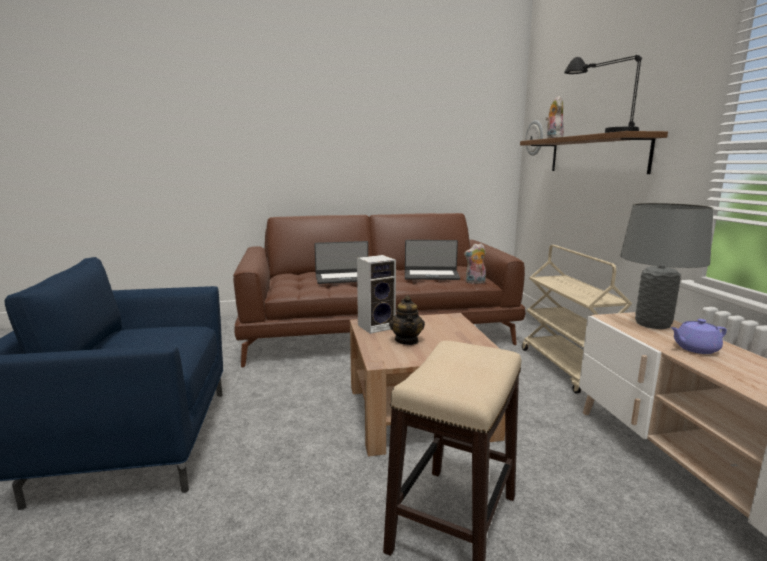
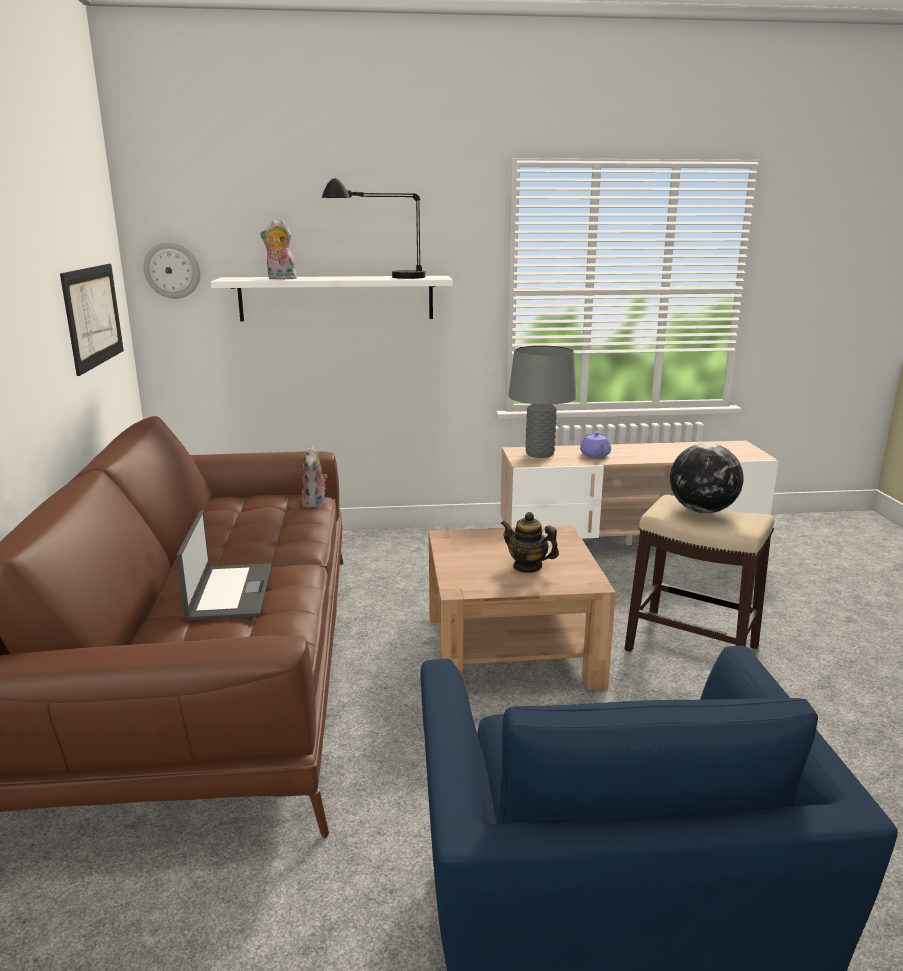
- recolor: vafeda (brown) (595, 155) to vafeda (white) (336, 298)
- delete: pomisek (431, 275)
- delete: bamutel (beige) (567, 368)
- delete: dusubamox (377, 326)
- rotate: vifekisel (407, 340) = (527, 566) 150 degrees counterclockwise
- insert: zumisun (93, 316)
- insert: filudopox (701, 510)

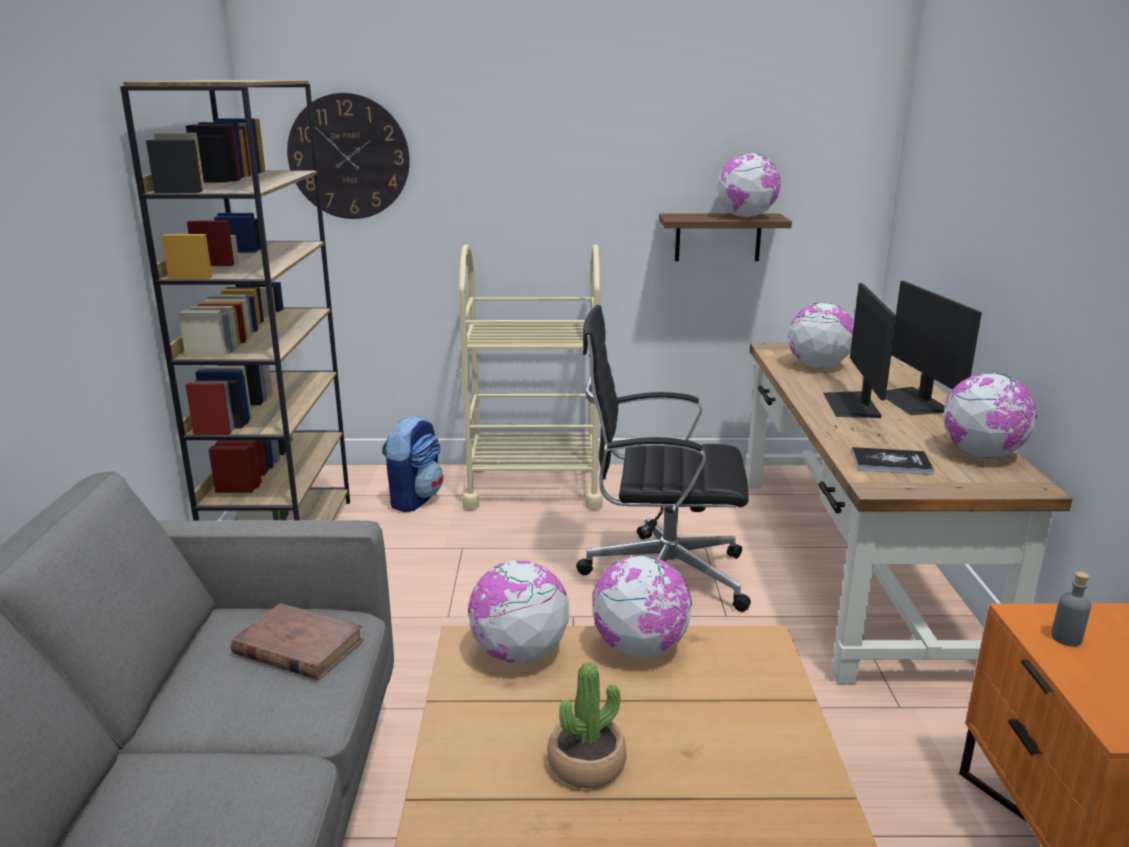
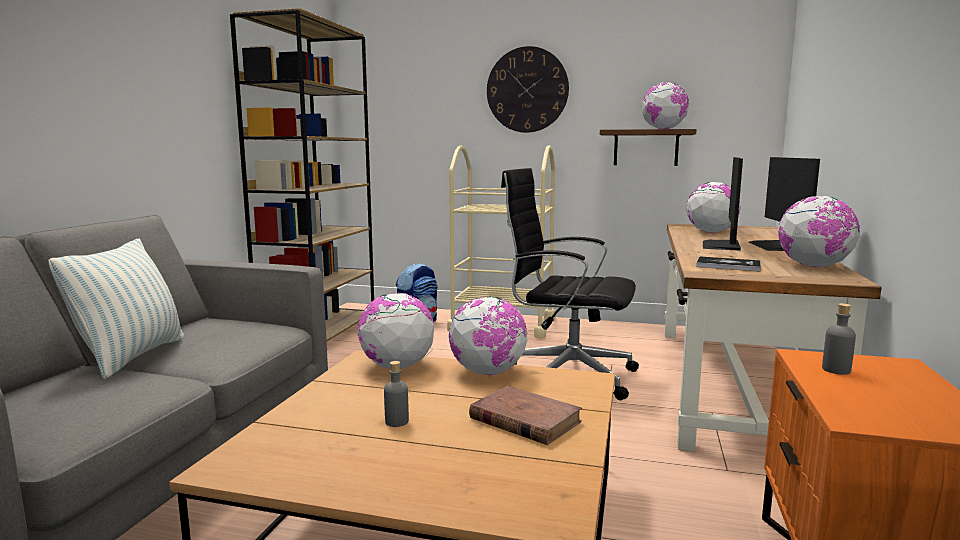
- move: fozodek (349, 157) to (527, 90)
- move: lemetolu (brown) (298, 647) to (524, 420)
- replace: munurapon (586, 764) to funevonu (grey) (396, 421)
- insert: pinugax (132, 356)

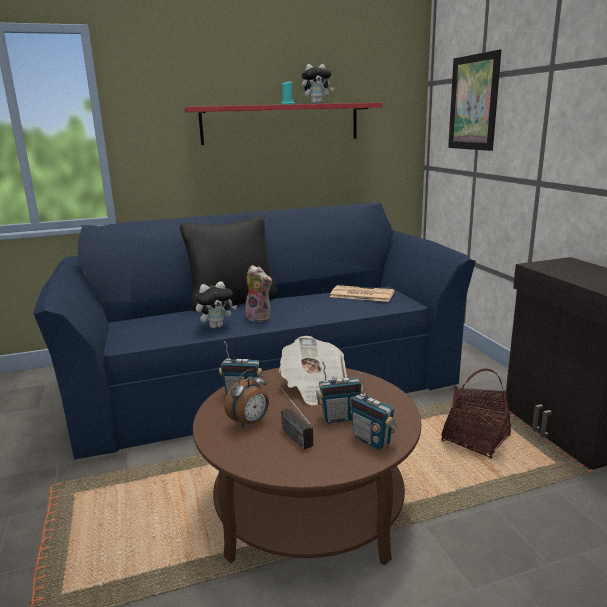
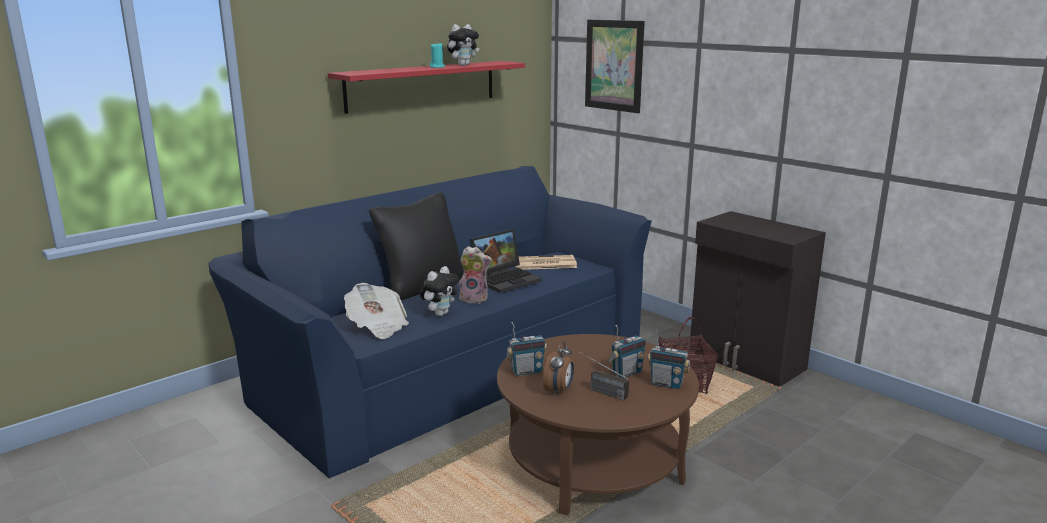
- move: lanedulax (314, 387) to (377, 326)
- insert: pomisek (506, 279)

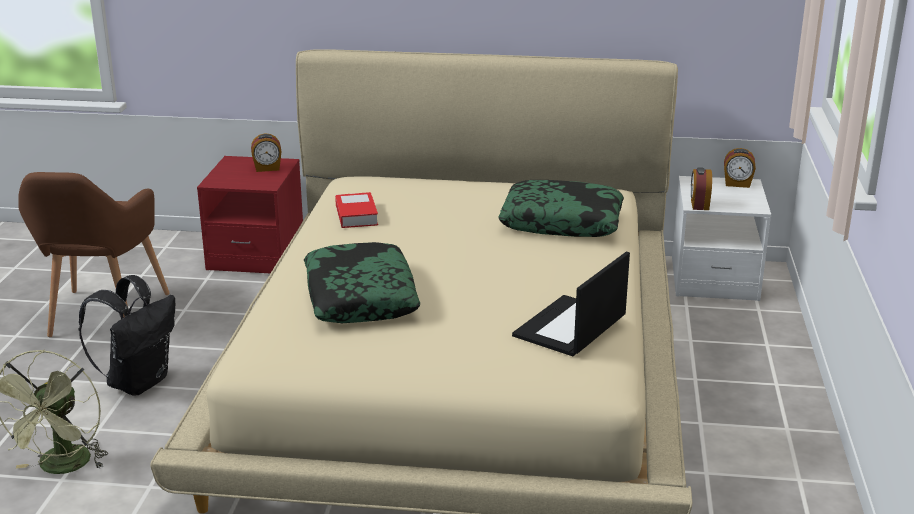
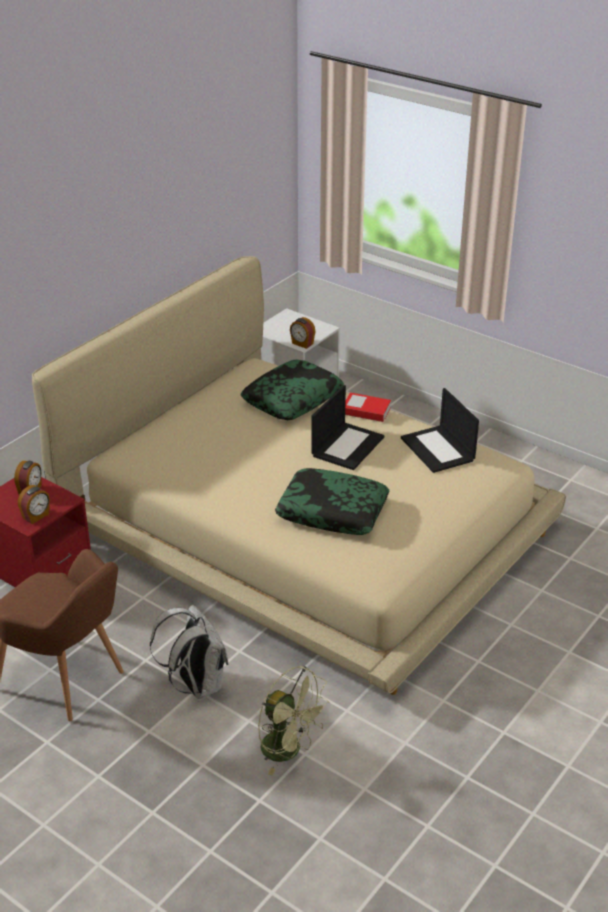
- move: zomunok (737, 184) to (36, 516)
- move: lemetolu (356, 215) to (366, 411)
- recolor: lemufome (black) (138, 382) to lemufome (white) (196, 684)
- insert: pomisek (347, 446)

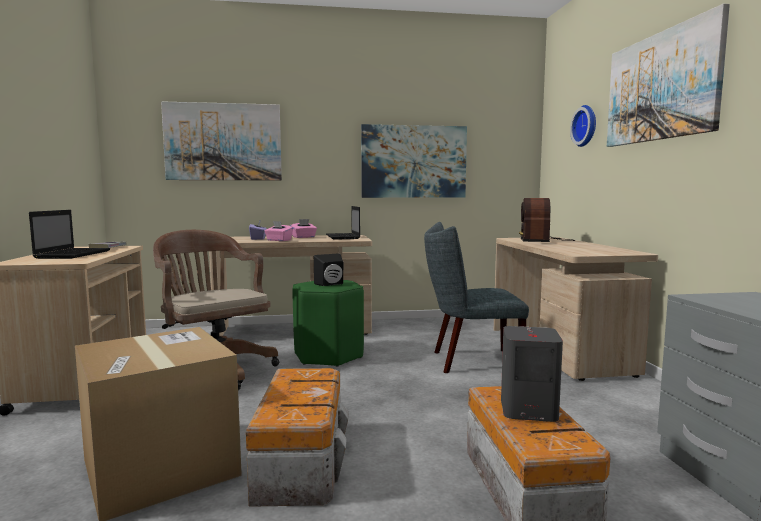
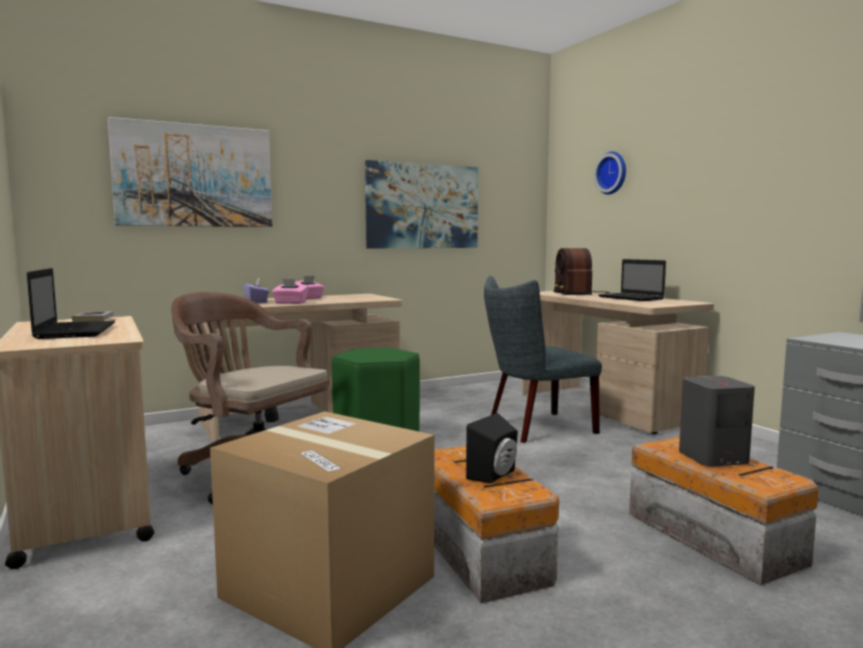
- delete: zumisun (660, 87)
- move: pomisek (343, 237) to (632, 298)
- move: dusubamox (black) (331, 284) to (495, 475)

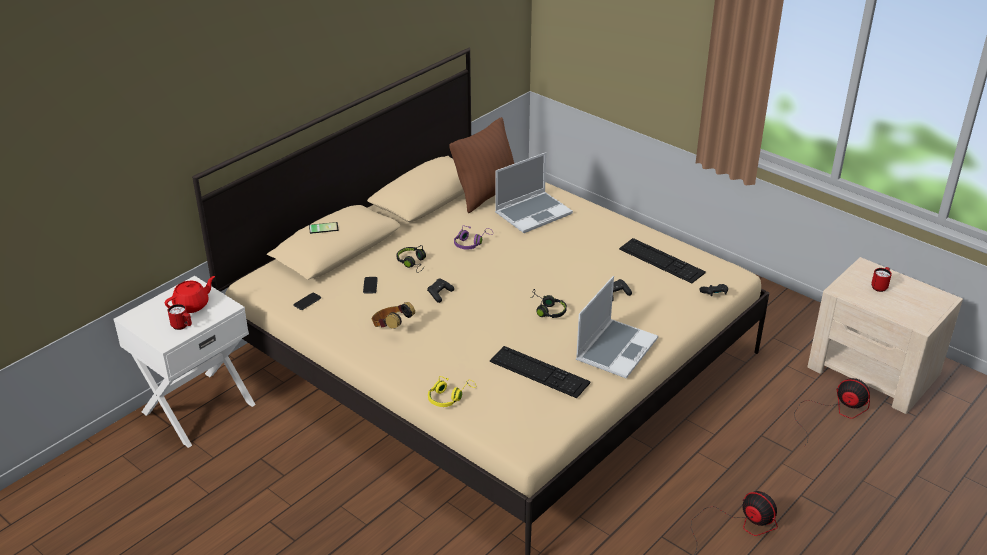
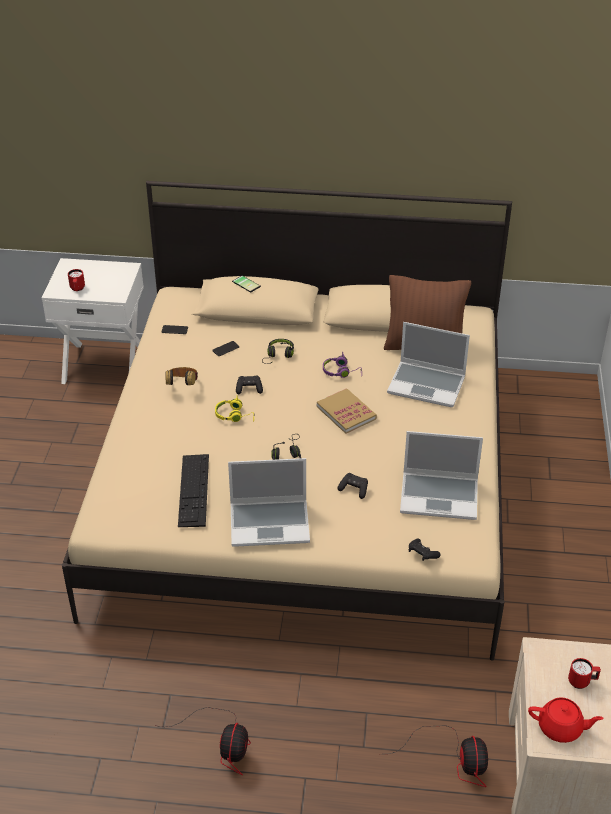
- replace: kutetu (661, 261) to pomisek (440, 496)
- move: vifekisel (red) (192, 305) to (561, 728)
- move: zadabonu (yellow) (449, 397) to (235, 415)
- insert: lemetolu (346, 412)

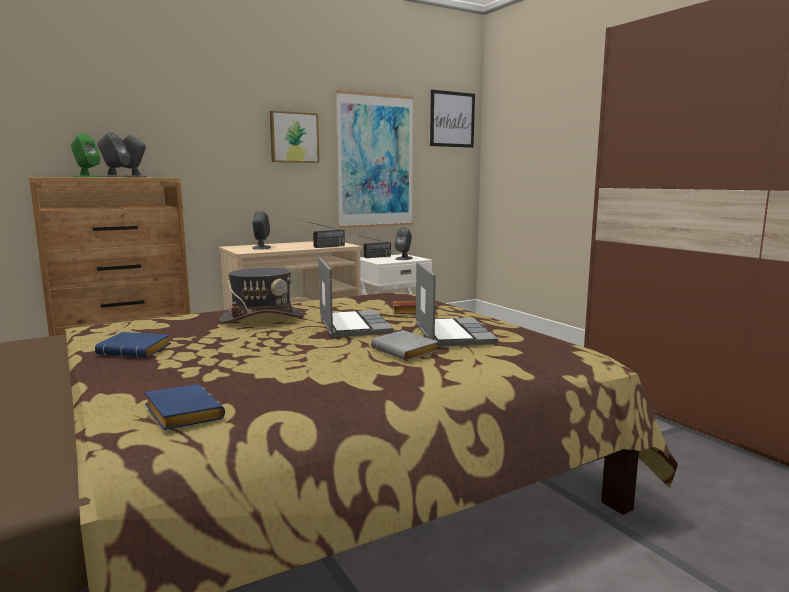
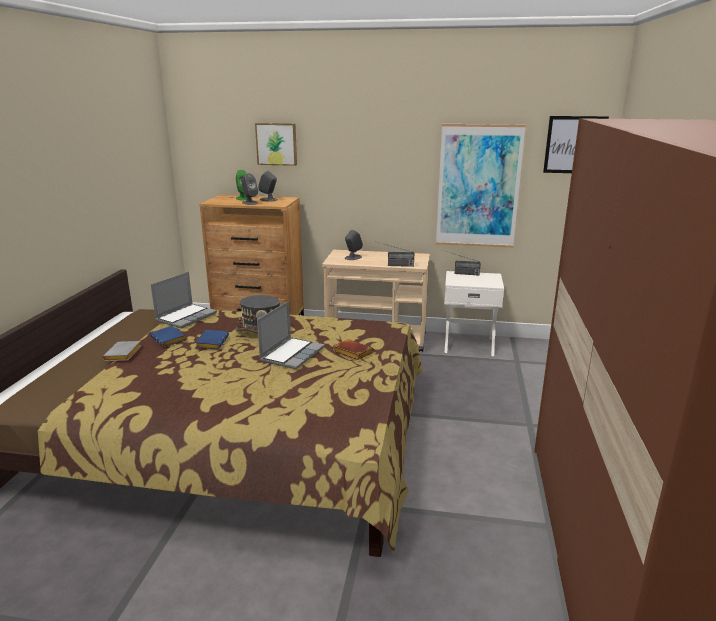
- move: zumisun (294, 137) to (277, 144)
- delete: dusubamox (grey) (403, 258)
- move: pomisek (451, 334) to (186, 317)
- move: lemetolu (grey) (407, 351) to (123, 355)
- move: lemetolu (blue) (180, 414) to (211, 342)

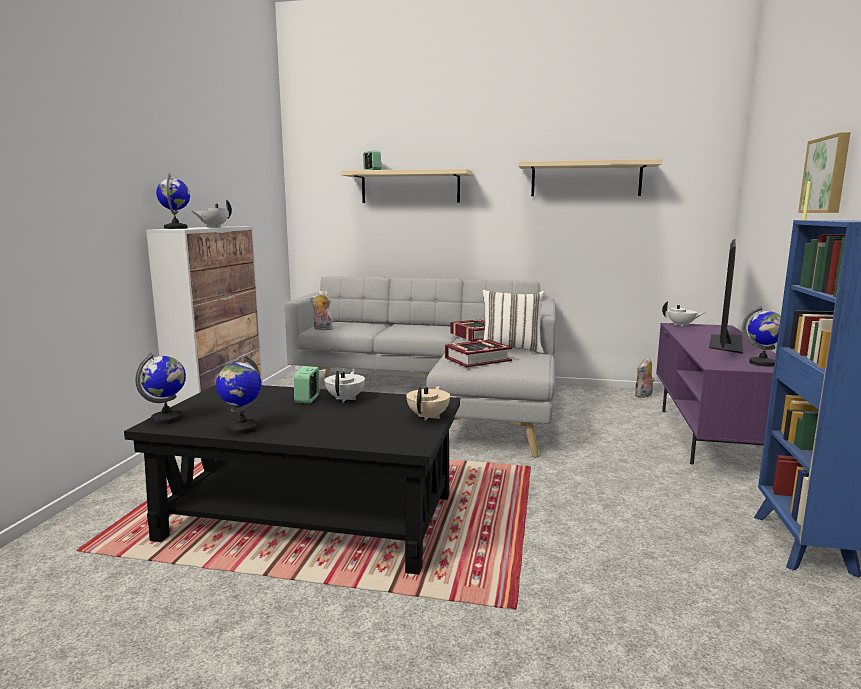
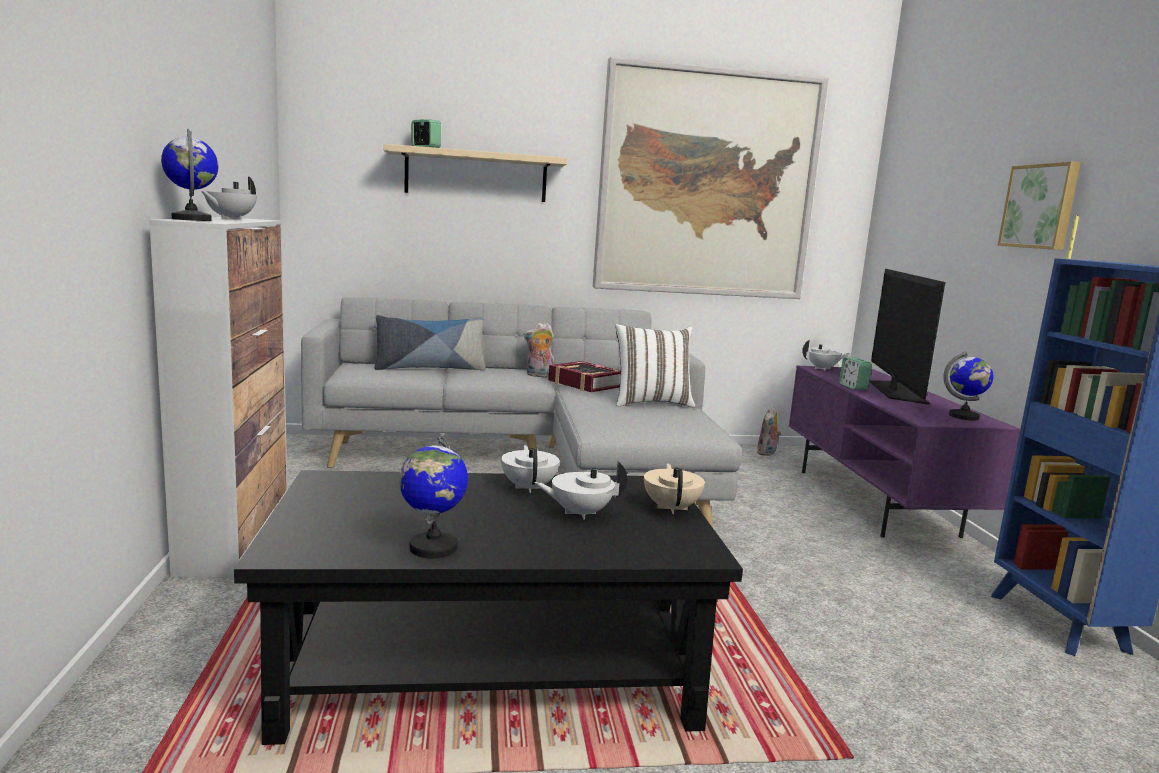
- replace: vafeda (beige) (586, 179) to zumisun (706, 184)
- move: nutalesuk (322, 329) to (539, 376)
- delete: lemetolu (477, 359)
- delete: filudopox (167, 419)
- move: zomunok (307, 399) to (853, 387)
- insert: pinugax (430, 368)
- insert: vifekisel (white) (580, 513)

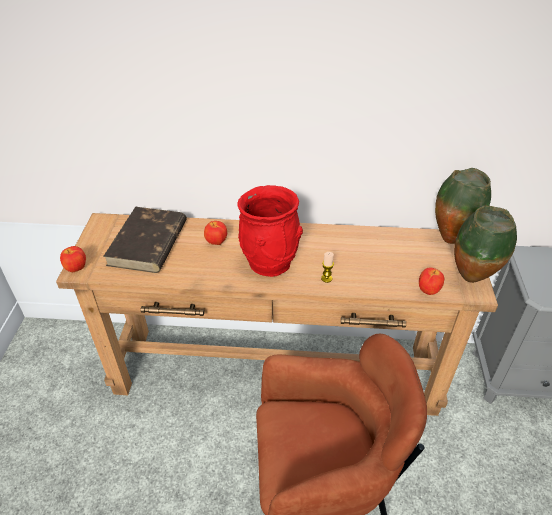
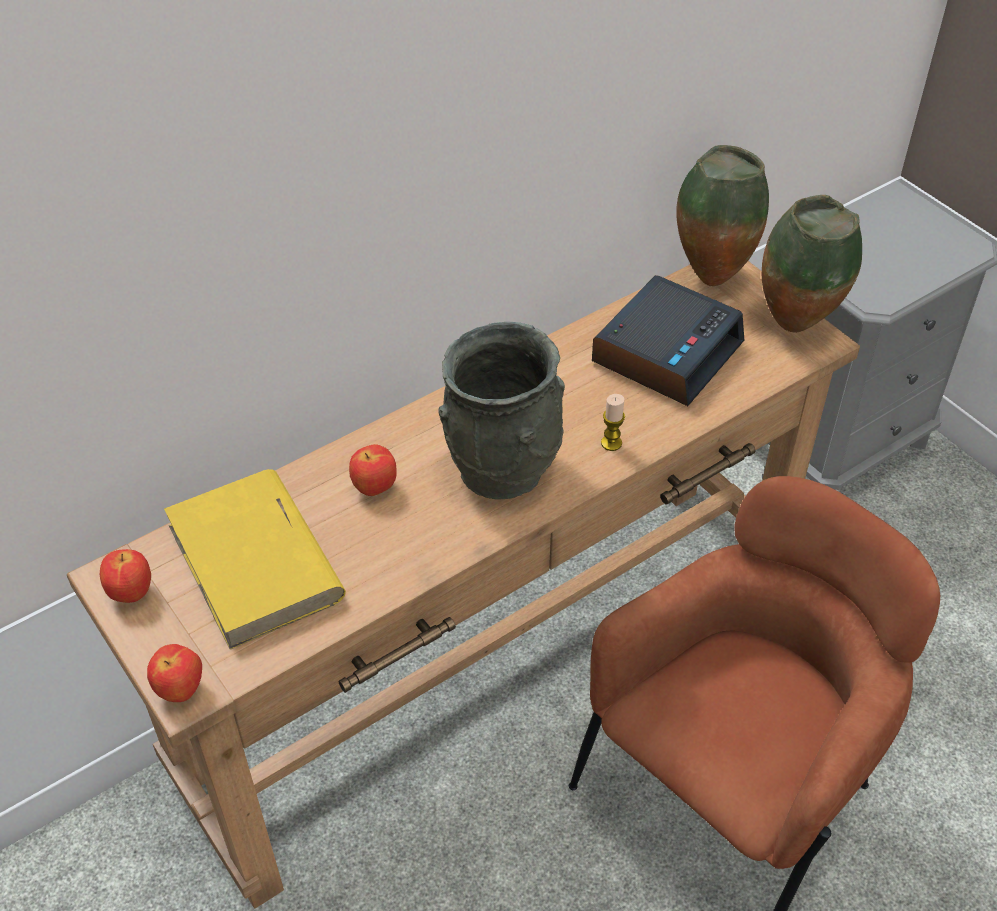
- recolor: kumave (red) (270, 263) to kumave (grey) (502, 469)
- recolor: lemetolu (brown) (148, 243) to lemetolu (yellow) (256, 563)
- move: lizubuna (428, 290) to (130, 593)
- insert: zomunok (666, 351)

